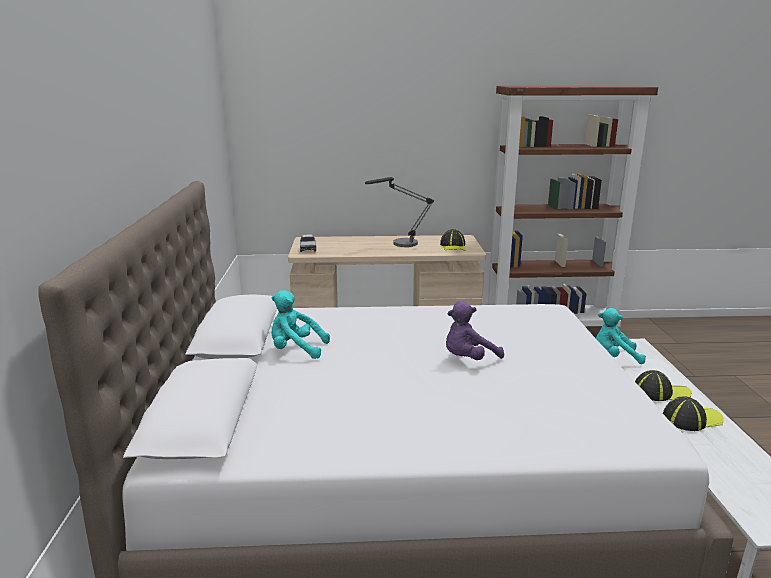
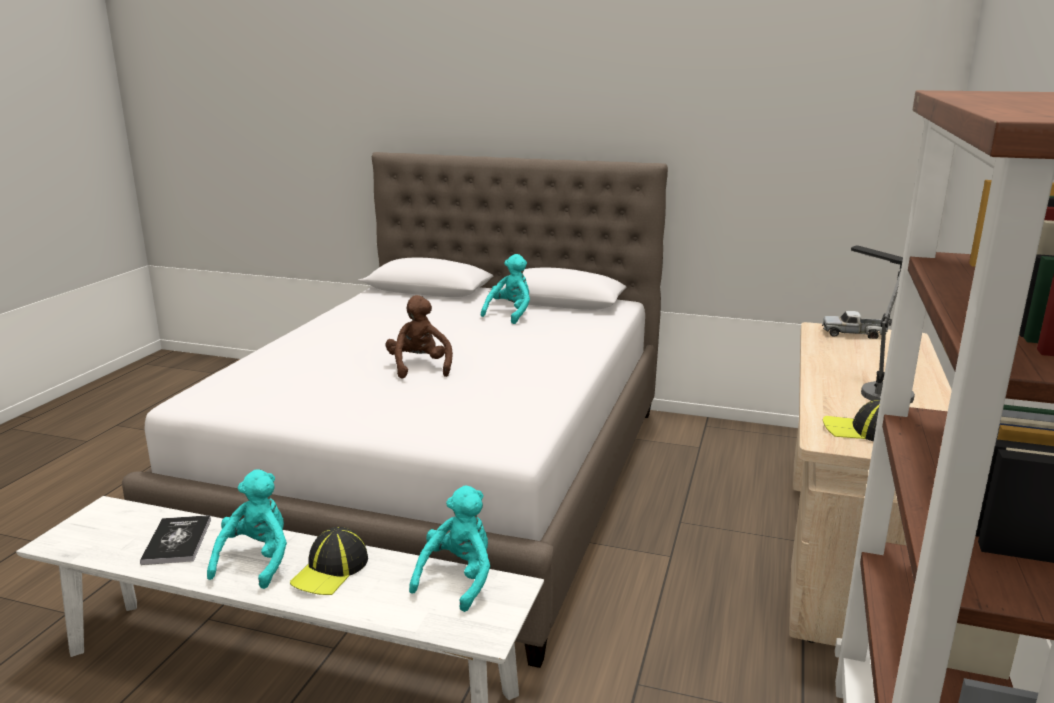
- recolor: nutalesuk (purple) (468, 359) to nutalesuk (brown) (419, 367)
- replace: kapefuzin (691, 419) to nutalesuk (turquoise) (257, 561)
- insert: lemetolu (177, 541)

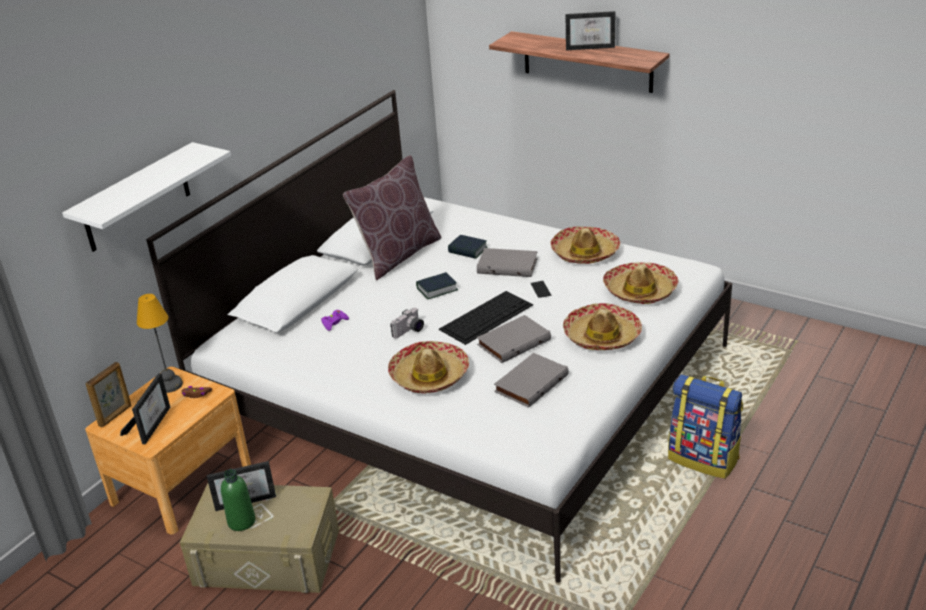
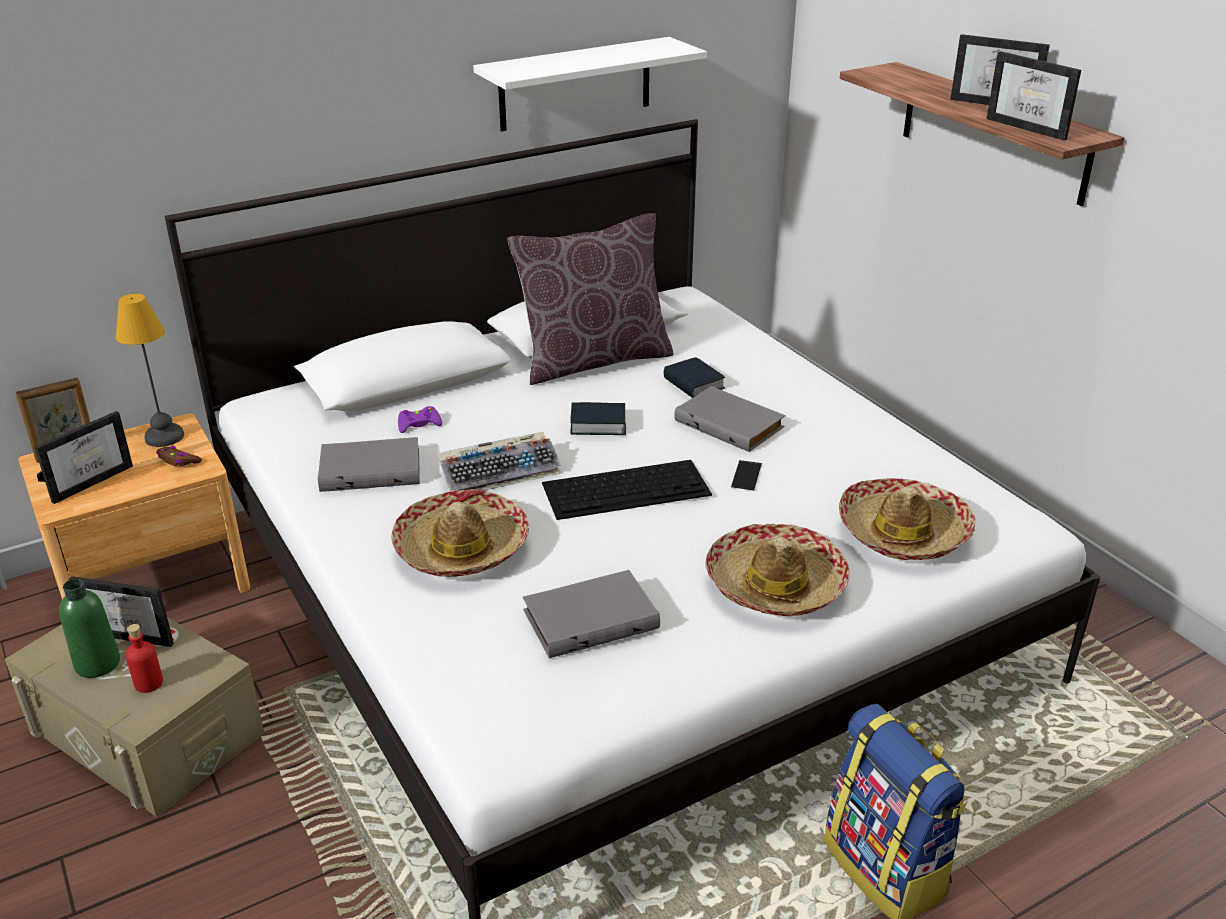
- move: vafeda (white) (136, 198) to (575, 84)
- delete: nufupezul (585, 253)
- replace: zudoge (409, 331) to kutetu (500, 472)
- move: lemetolu (grey) (513, 341) to (371, 469)
- insert: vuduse (1032, 128)
- insert: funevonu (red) (149, 683)

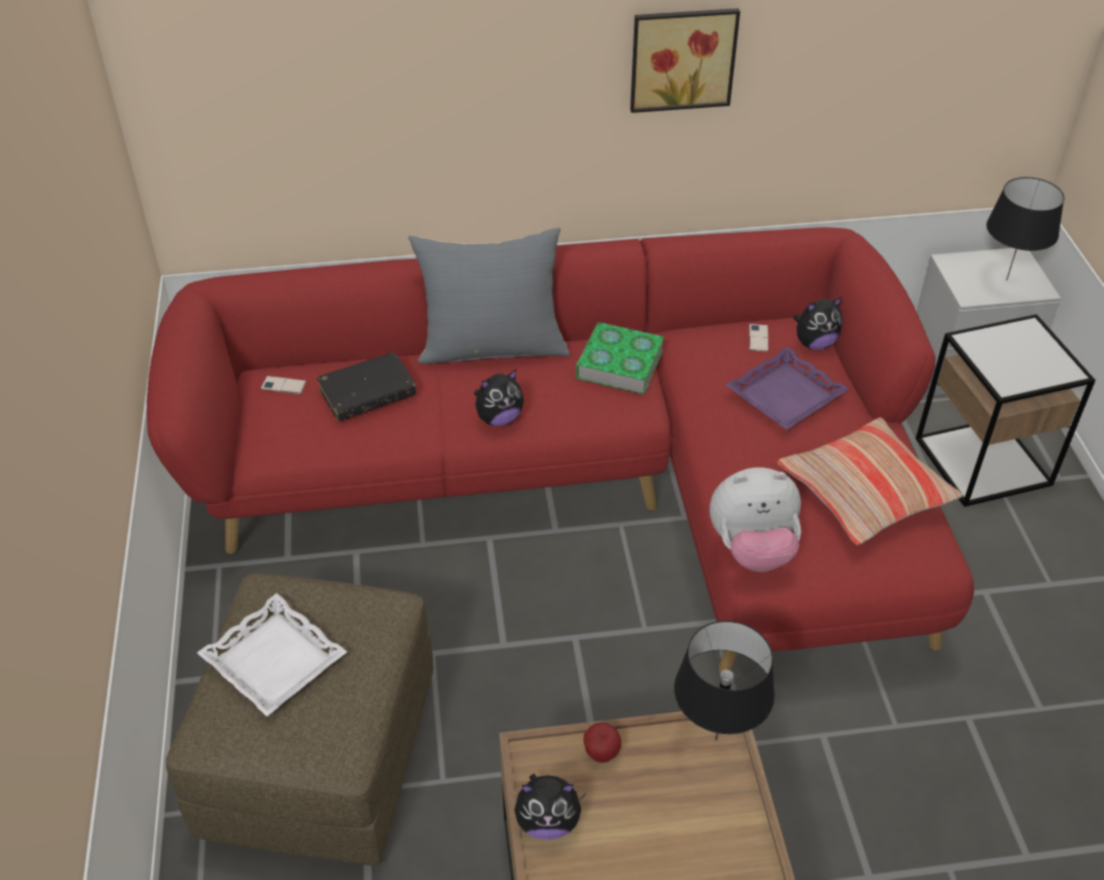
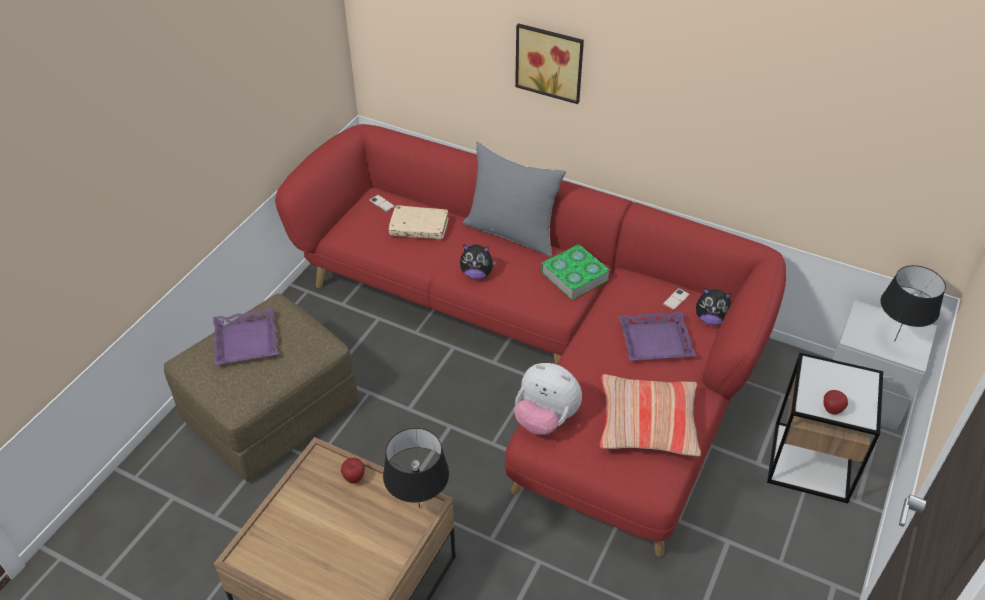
- move: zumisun (682, 57) to (550, 61)
- recolor: lemetolu (black) (368, 394) to lemetolu (beige) (419, 228)
- recolor: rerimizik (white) (275, 660) to rerimizik (purple) (247, 341)
- delete: nutalesuk (548, 822)
- insert: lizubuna (831, 410)

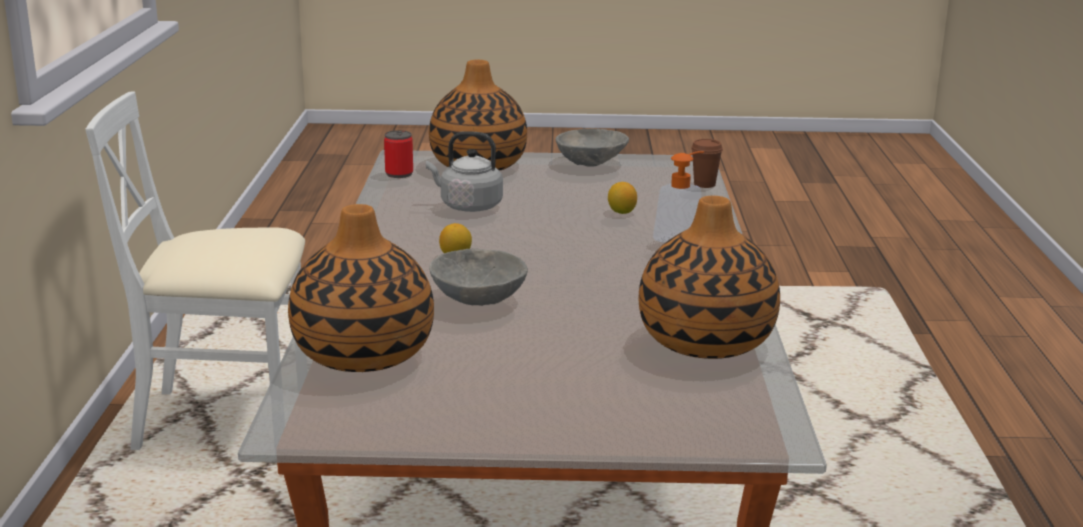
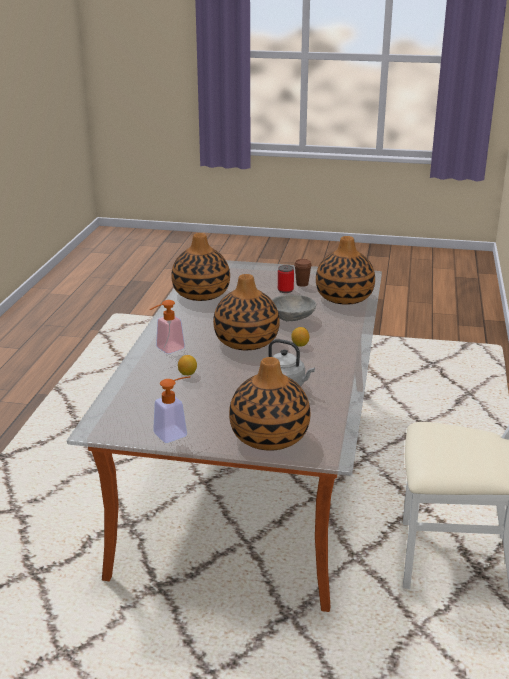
- replace: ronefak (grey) (592, 163) to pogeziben (175, 433)
- move: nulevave (399, 174) to (285, 290)
- move: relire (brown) (704, 184) to (302, 284)
- insert: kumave (246, 341)

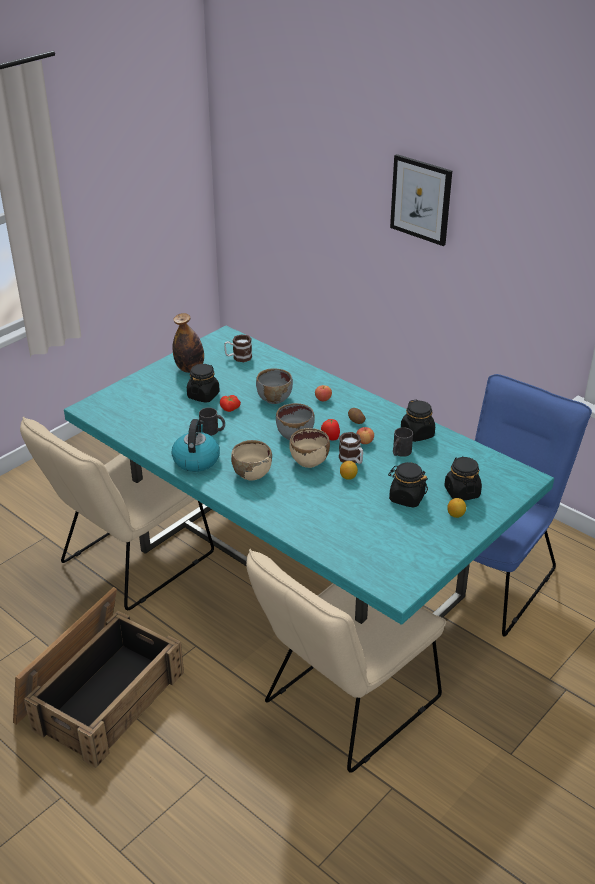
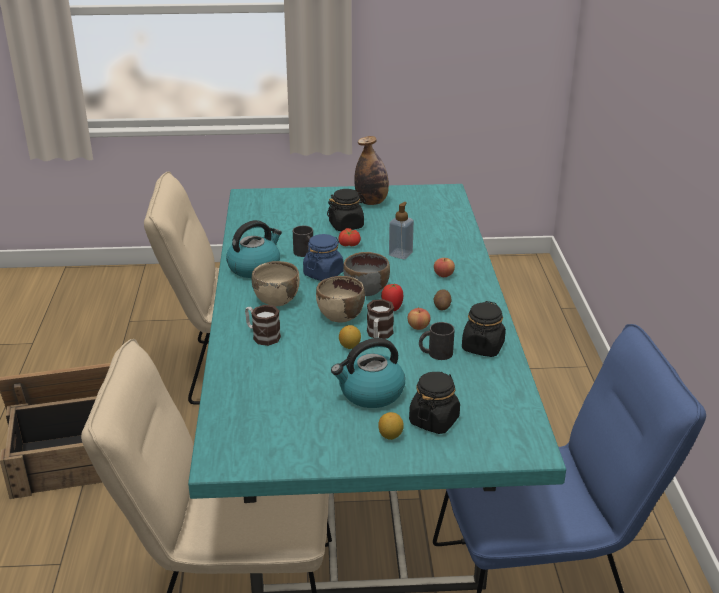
- delete: zumisun (421, 199)
- move: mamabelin (238, 357) to (262, 336)
- replace: ronefak (grey) (274, 398) to pogeziben (400, 254)
- replace: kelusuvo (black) (406, 498) to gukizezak (370, 393)
- insert: kelusuvo (blue) (323, 274)

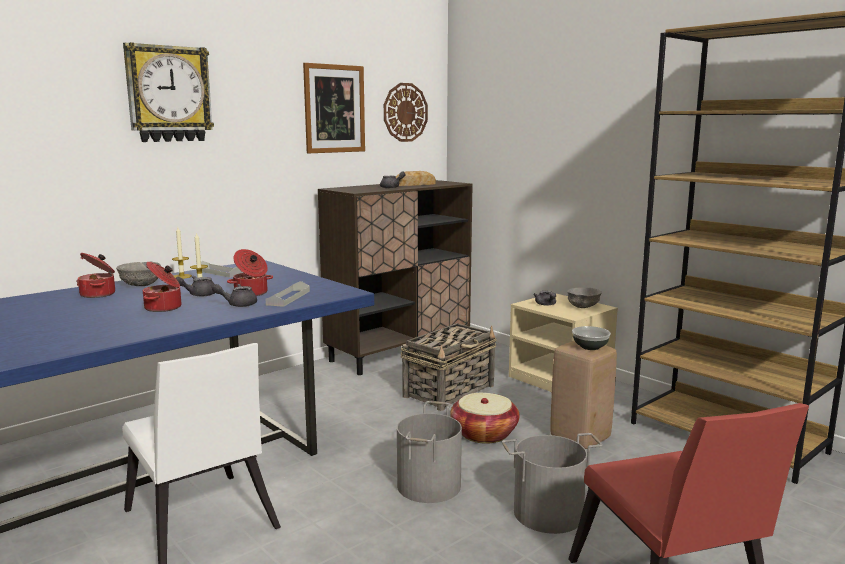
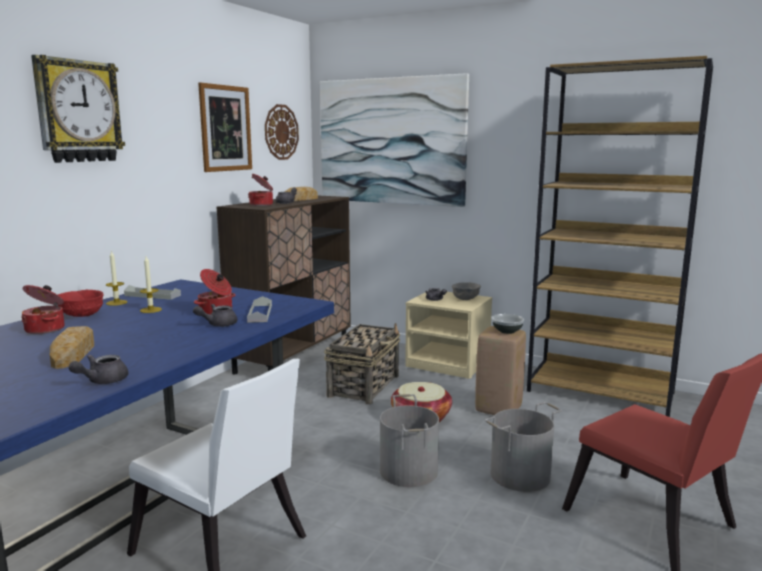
- recolor: ronefak (grey) (140, 284) to ronefak (red) (81, 315)
- move: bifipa (164, 308) to (262, 205)
- move: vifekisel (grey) (198, 294) to (102, 381)
- insert: zumisun (391, 141)
- insert: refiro (74, 353)

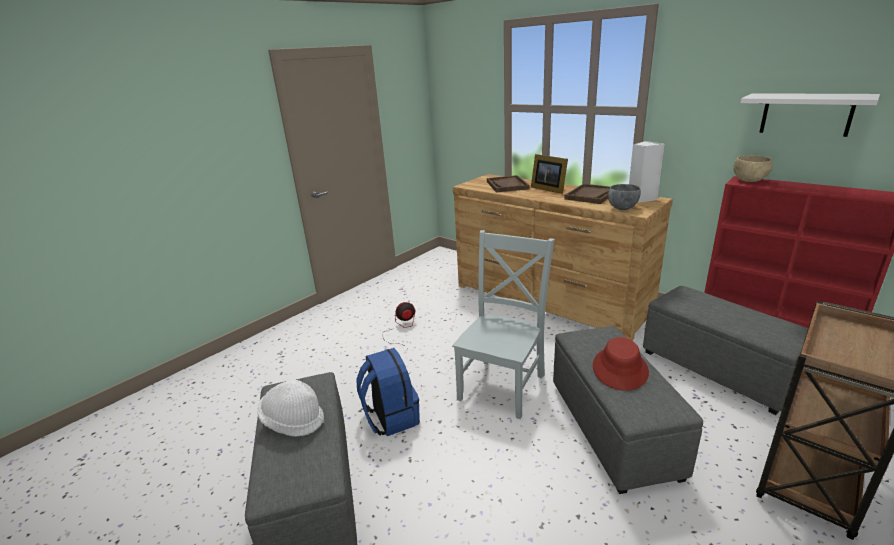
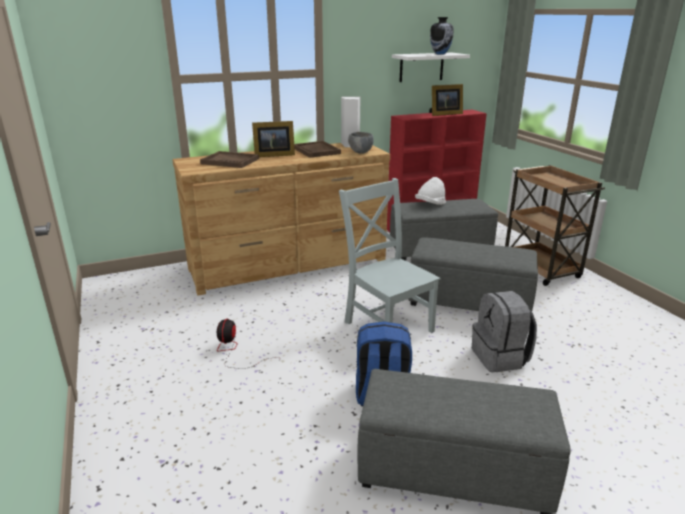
- delete: ronefak (beige) (749, 180)
- delete: nufupezul (red) (620, 369)
- move: nufupezul (white) (293, 421) to (430, 204)
- insert: kumave (440, 54)
- insert: vuduse (444, 114)
- insert: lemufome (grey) (500, 357)

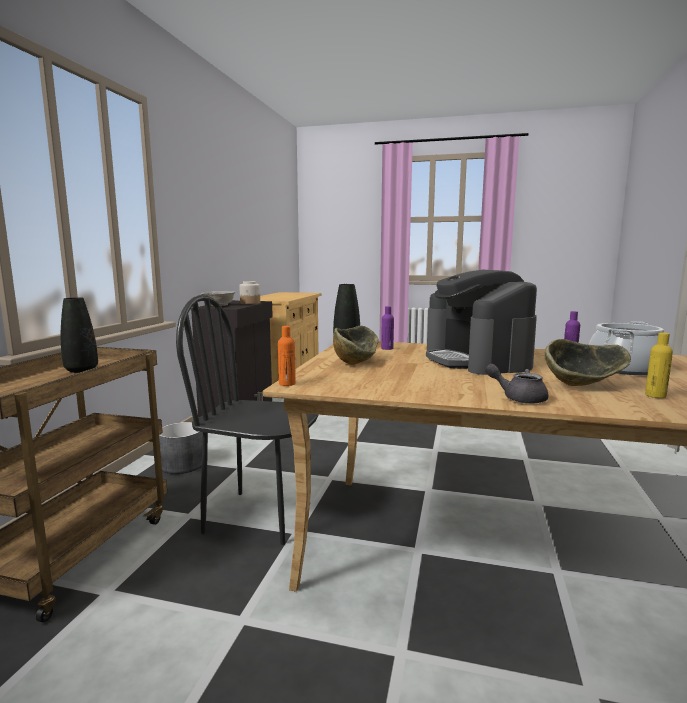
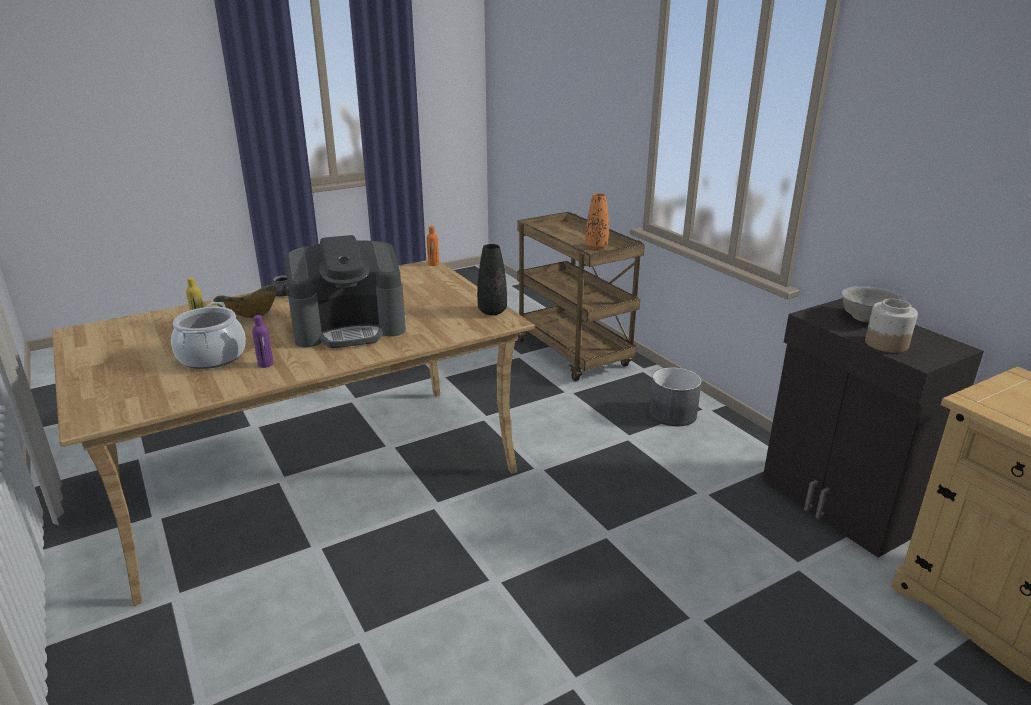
- rotate: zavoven (477, 360) = (350, 327) 135 degrees clockwise
- delete: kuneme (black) (258, 517)
- recolor: kumave (black) (81, 370) to kumave (orange) (596, 247)
- delete: funevonu (purple) (387, 348)
- delete: ronefak (356, 363)

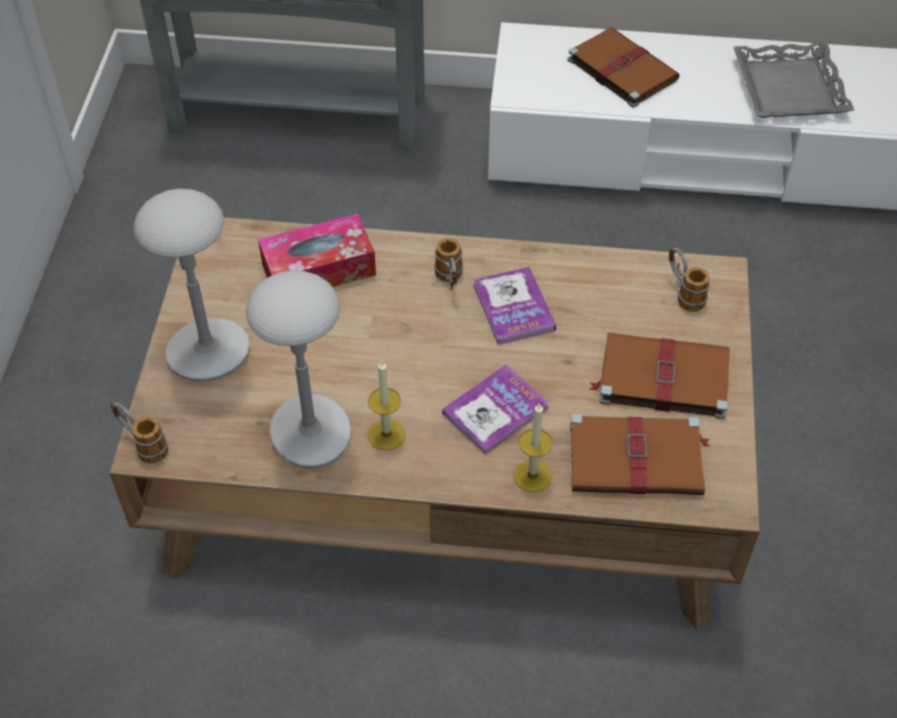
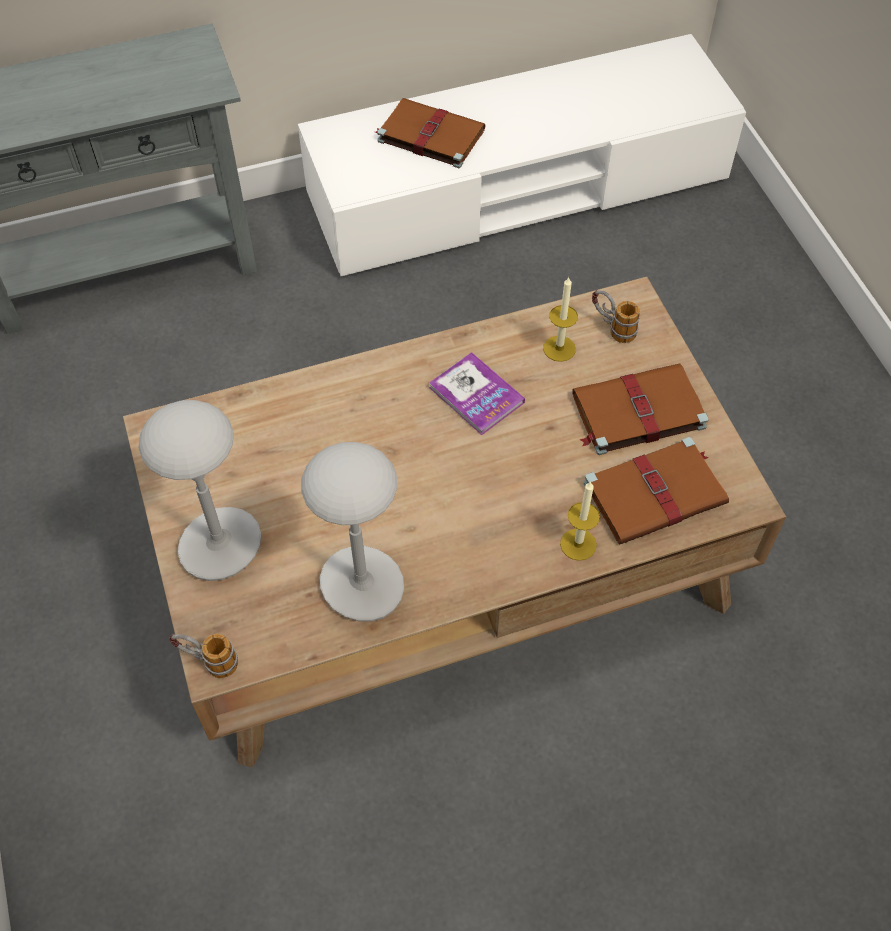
- delete: rerimizik (grey) (788, 88)
- delete: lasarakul (318, 269)
- delete: mamabelin (450, 282)
- move: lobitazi (386, 434) to (559, 348)
- delete: lemetolu (495, 411)

